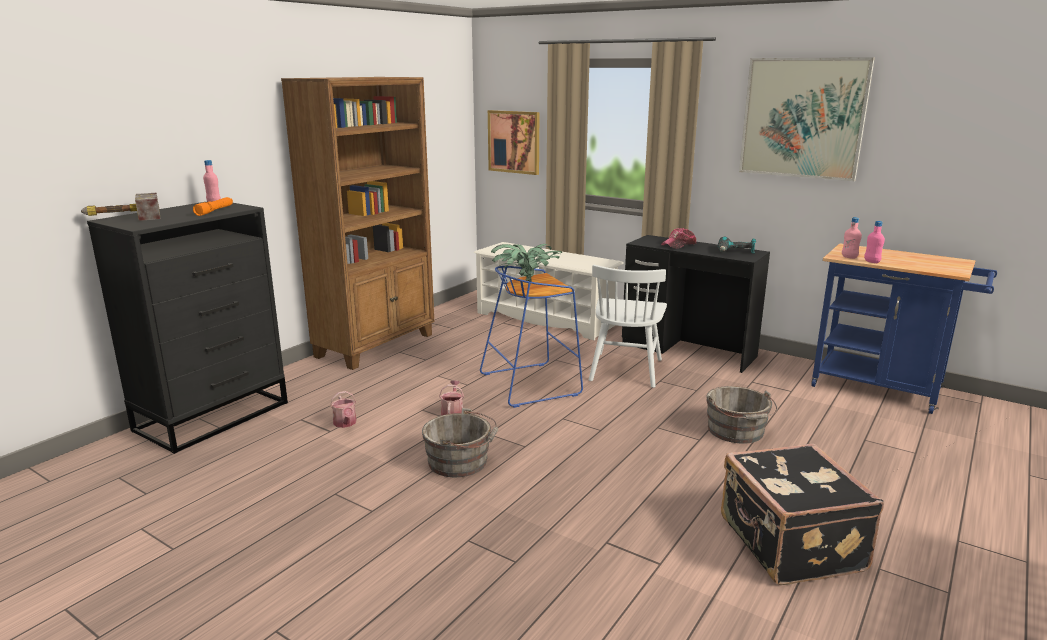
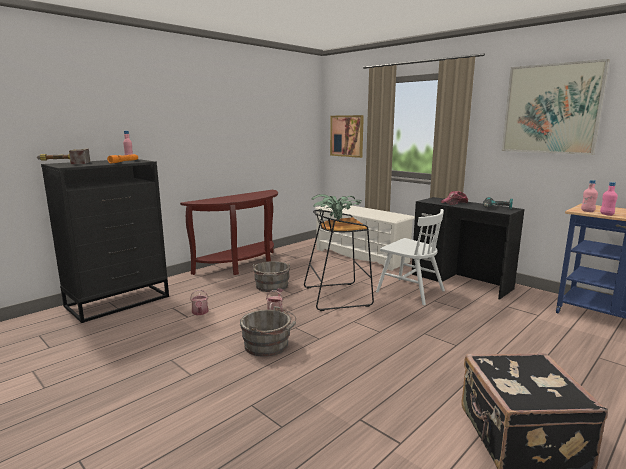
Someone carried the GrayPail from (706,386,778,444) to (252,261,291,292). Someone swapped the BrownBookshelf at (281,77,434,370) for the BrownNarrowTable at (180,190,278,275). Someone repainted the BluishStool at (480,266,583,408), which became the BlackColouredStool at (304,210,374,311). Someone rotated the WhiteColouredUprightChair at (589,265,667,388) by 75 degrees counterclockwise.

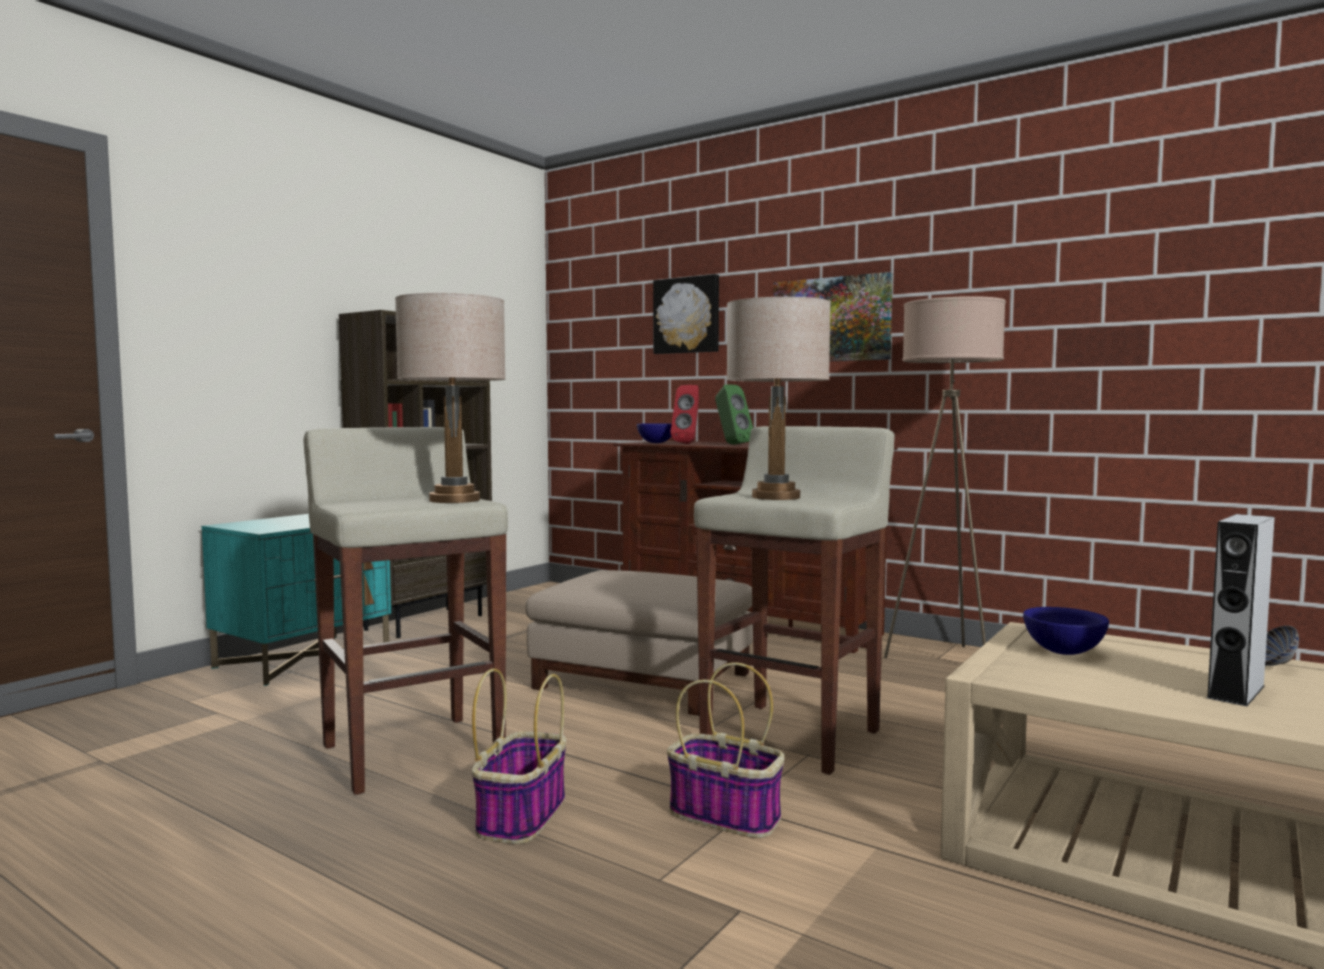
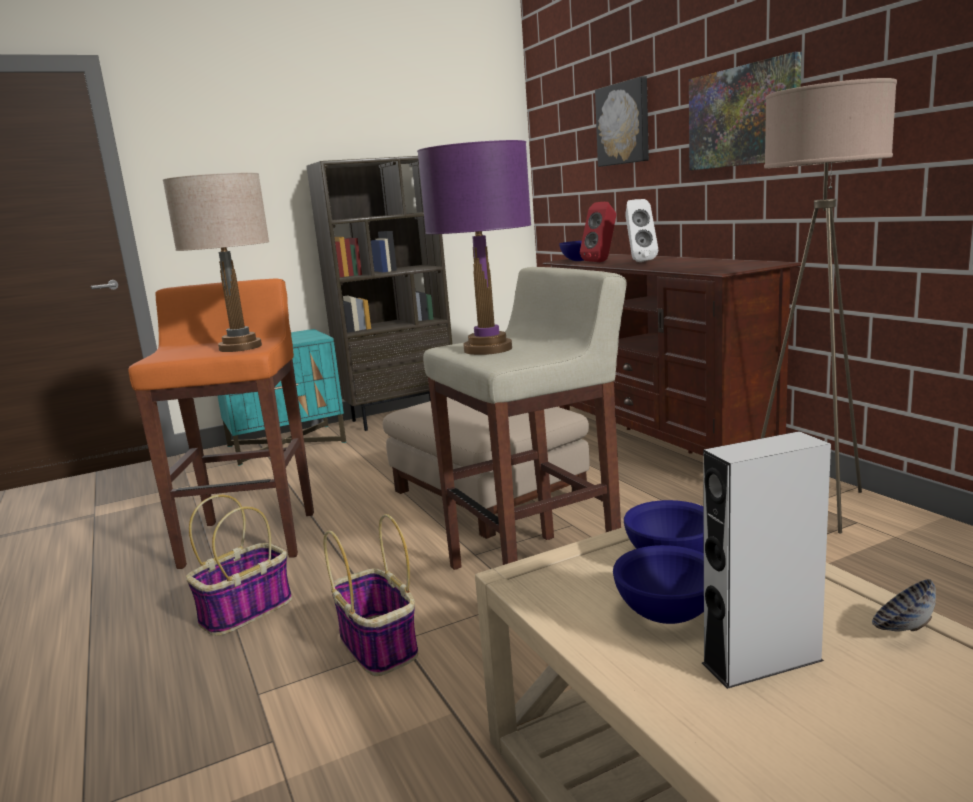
Someone put down the BluishServingBowl at (613,545,704,624). Someone repainted the SandColouredStool at (303,427,508,795), which became the OrangeyStool at (128,279,314,569). Someone repainted the GreenColouredAudioSpeaker at (715,384,753,444), which became the WhiteColouredAudioSpeaker at (625,199,658,262). Someone repainted the SandColouredLampForATable at (727,297,831,500), which became the PurpleLampForATable at (417,140,531,355).

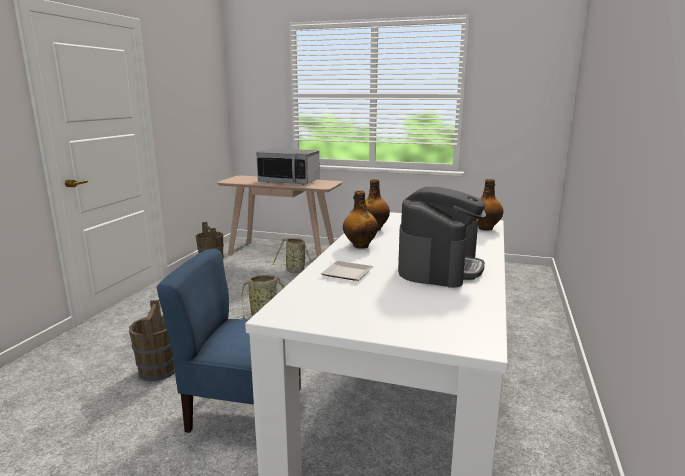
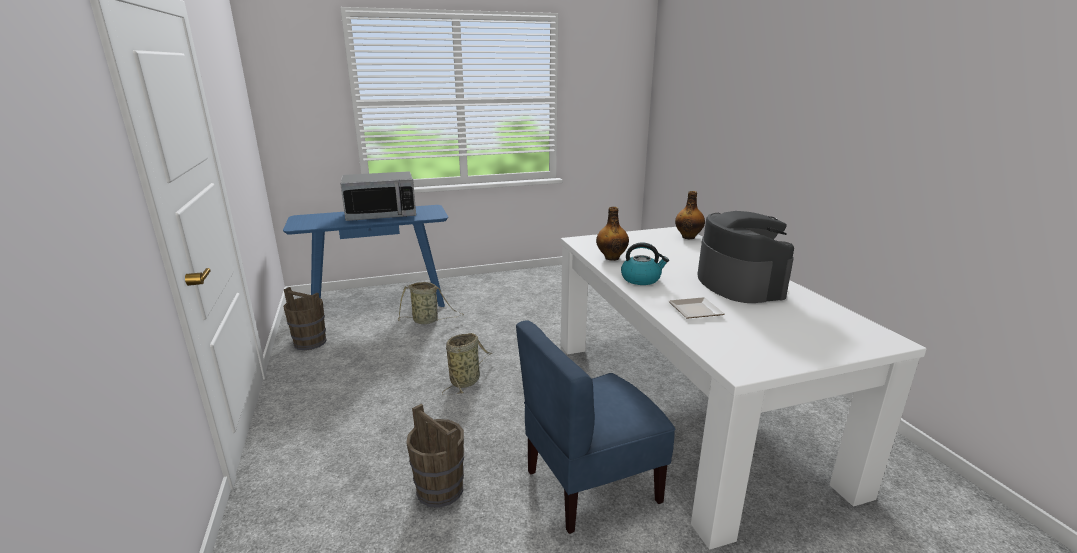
Someone swapped the BeverageBottle at (343,190,378,249) for the TeaKettle at (621,243,669,285). Someone repainted the SandColouredNarrowTable at (217,176,343,257), which became the BluishNarrowTable at (283,205,448,307).

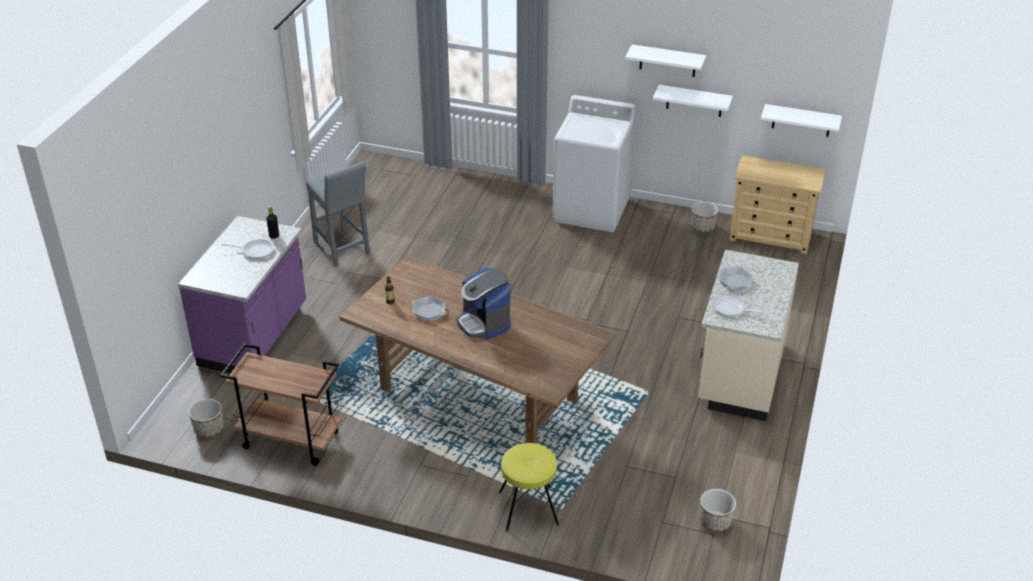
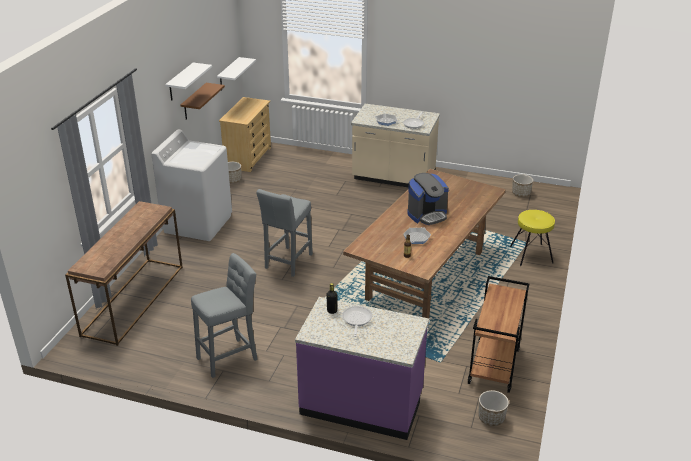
Someone put down the BrownNarrowTable at (65,201,183,346). Someone put down the GrayStool at (256,189,313,277). Someone repainted the WhiteColouredShelf at (653,85,733,117), which became the BrownShelf at (180,83,225,120).

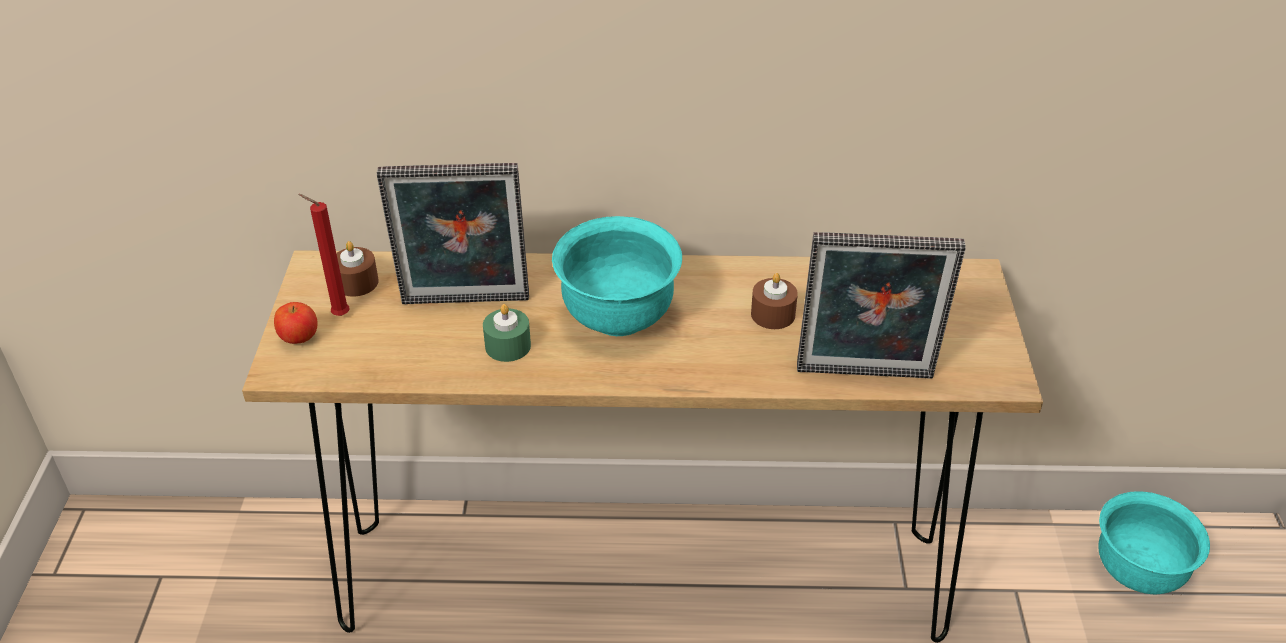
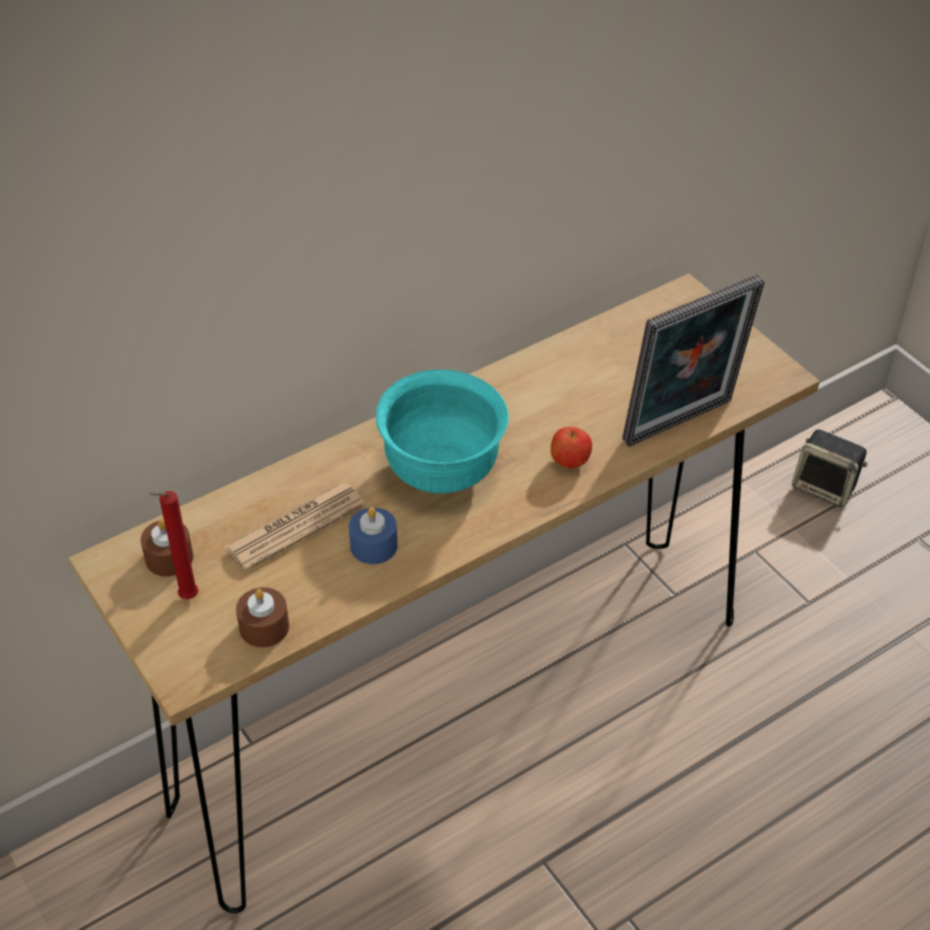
Someone carried the Apple from (274,302,318,344) to (551,427,592,468). Someone carried the BrownCandle from (751,273,798,329) to (236,587,289,647). Someone swapped the StandingFrame at (377,163,529,304) for the DailyPaper at (225,483,365,571). Someone swapped the BlueGreenServingBowl at (1098,491,1210,594) for the AudioSpeaker at (792,429,868,507). Someone repainted the GreenColouredCandle at (483,304,531,362), which became the BluishCandle at (349,507,398,564).

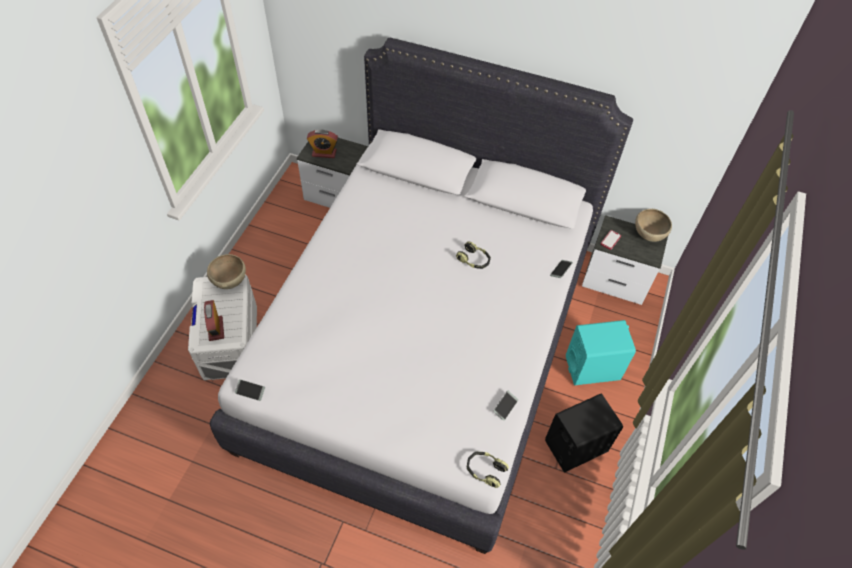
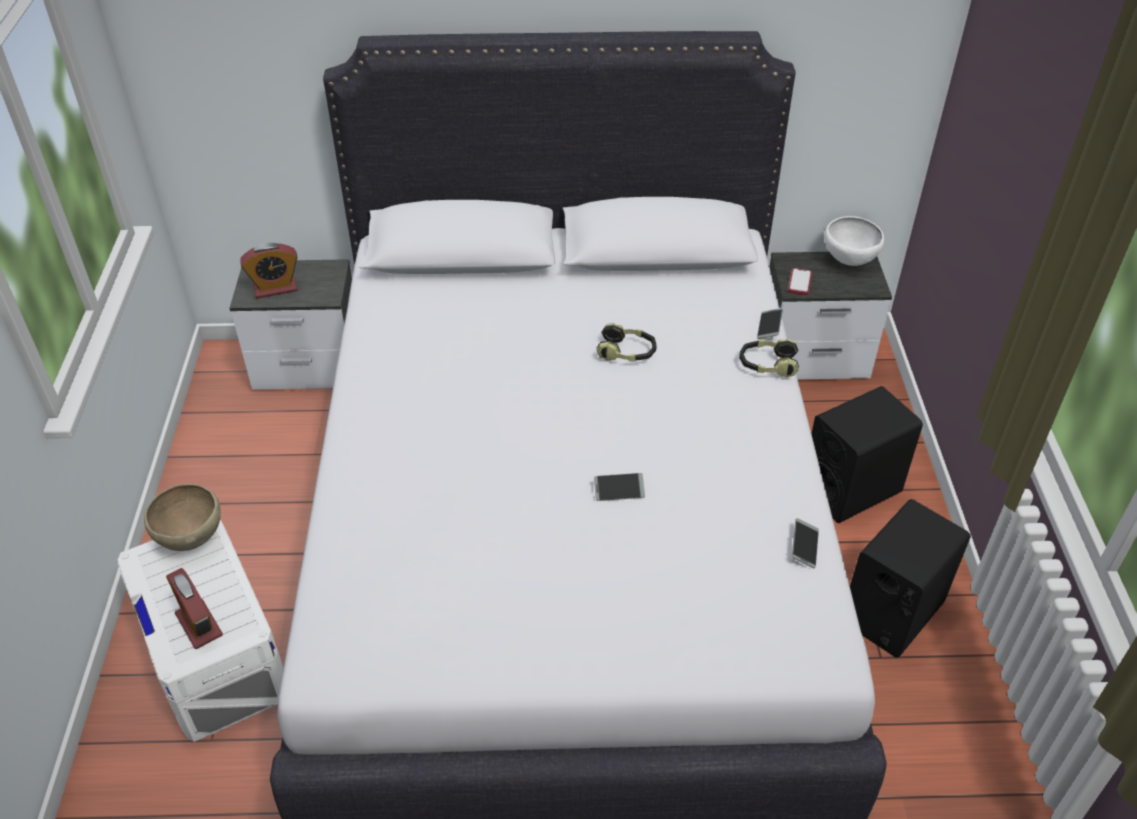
Someone carried the Phone from (235,379,265,401) to (594,473,645,501). Someone carried the PairOfHeadphones from (467,452,509,488) to (739,339,799,378). Someone repainted the BlueGreenAudioSpeaker at (566,320,636,385), which became the BlackColouredAudioSpeaker at (811,386,923,523). Someone repainted the BrownServingBowl at (635,209,672,242), which became the WhiteColouredServingBowl at (825,216,884,266).

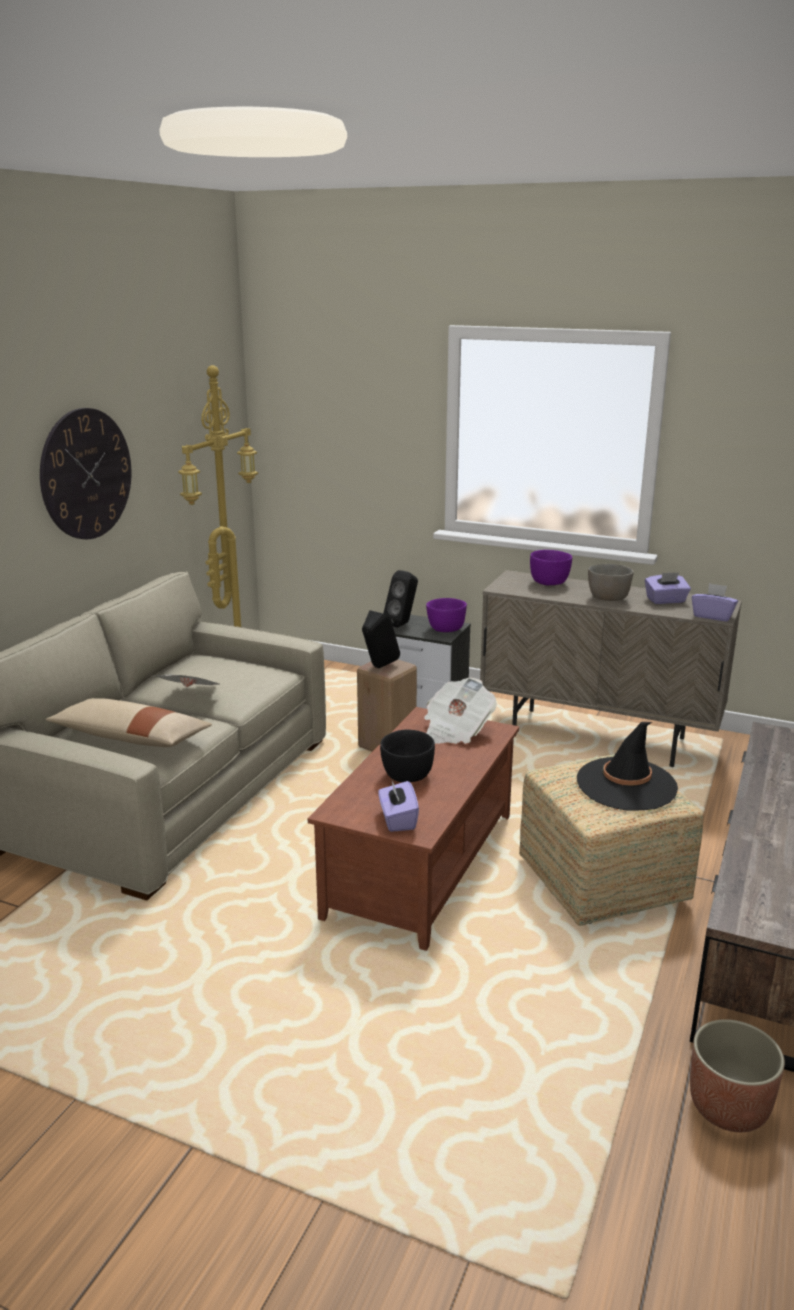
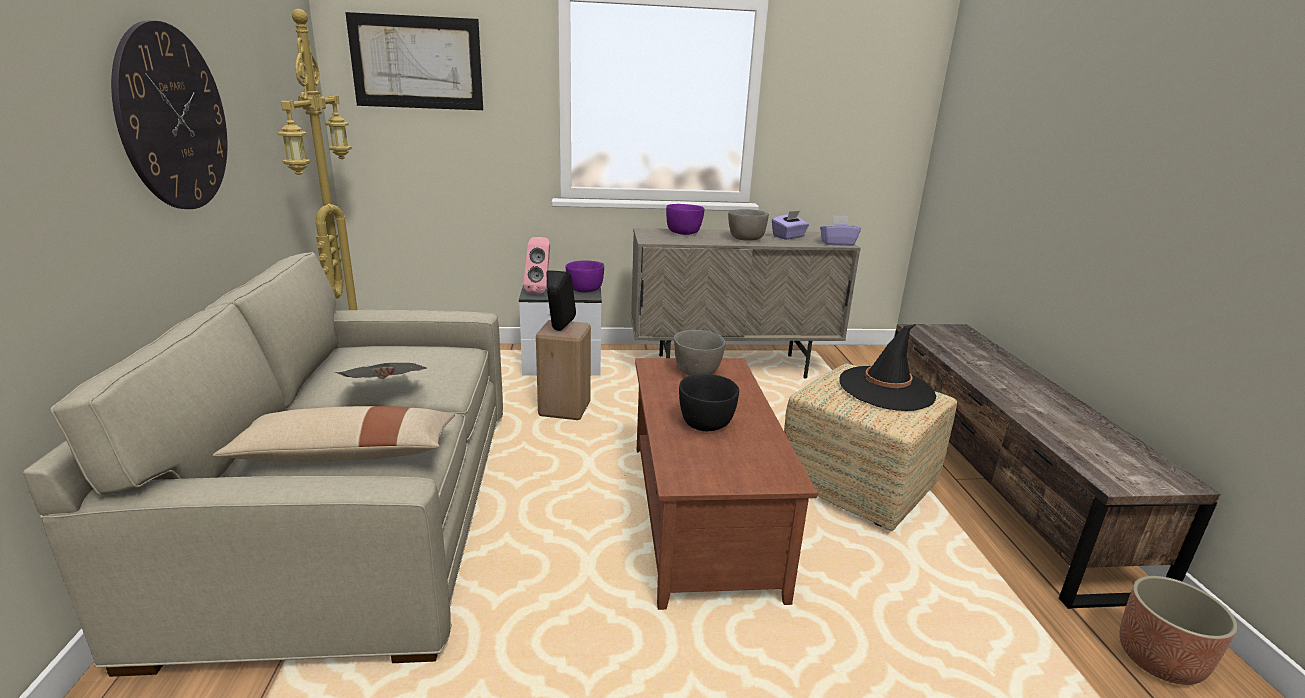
Someone took away the PurpleTissueHolder at (378,778,419,832). Someone put up the Picture at (345,12,483,110). Someone swapped the DailyPaper at (424,678,497,744) for the GrayServingBowl at (674,330,725,376). Someone repainted the BlackColouredAudioSpeaker at (383,570,418,628), which became the PinkishAudioSpeaker at (524,237,550,294).

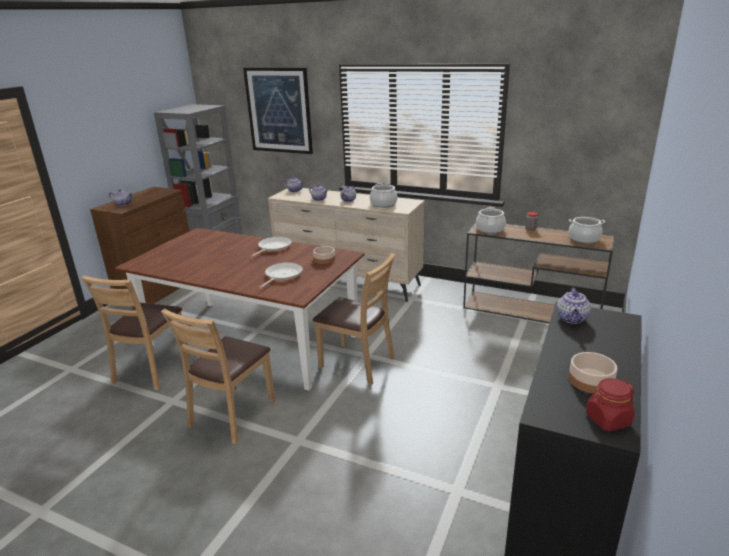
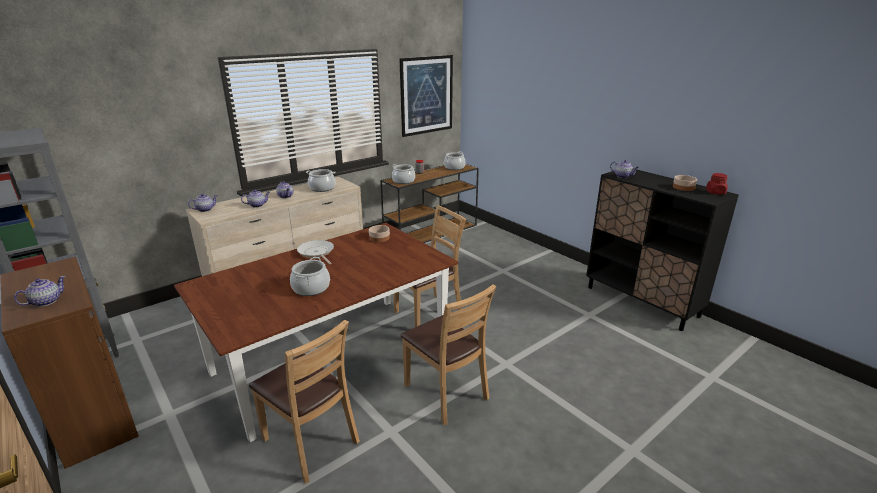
Someone took away the Skillet at (259,262,303,288). Someone put down the CookingPot at (290,257,330,296). Someone carried the Picture from (243,67,313,154) to (399,55,453,137).

